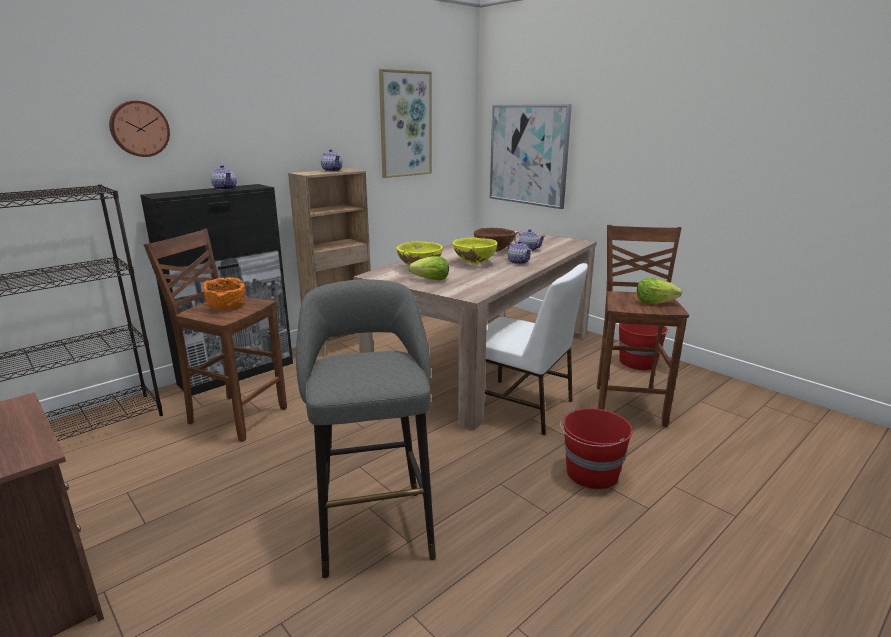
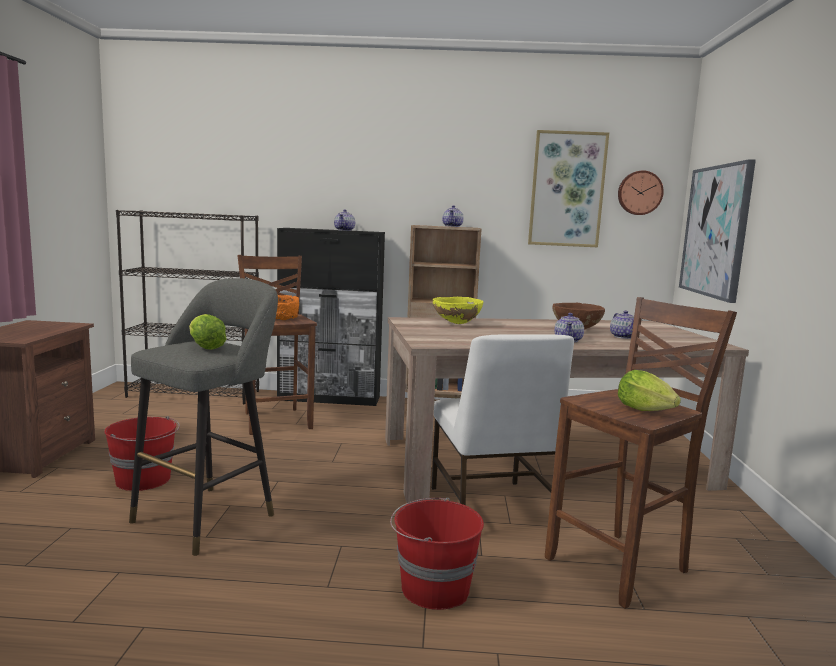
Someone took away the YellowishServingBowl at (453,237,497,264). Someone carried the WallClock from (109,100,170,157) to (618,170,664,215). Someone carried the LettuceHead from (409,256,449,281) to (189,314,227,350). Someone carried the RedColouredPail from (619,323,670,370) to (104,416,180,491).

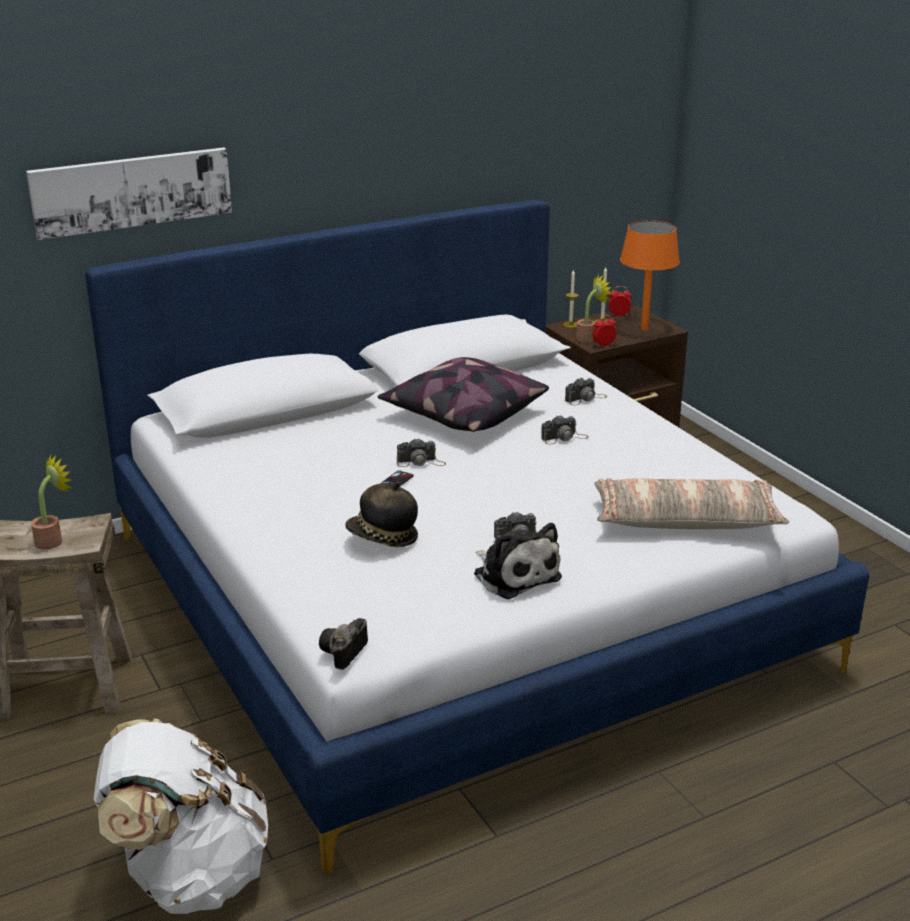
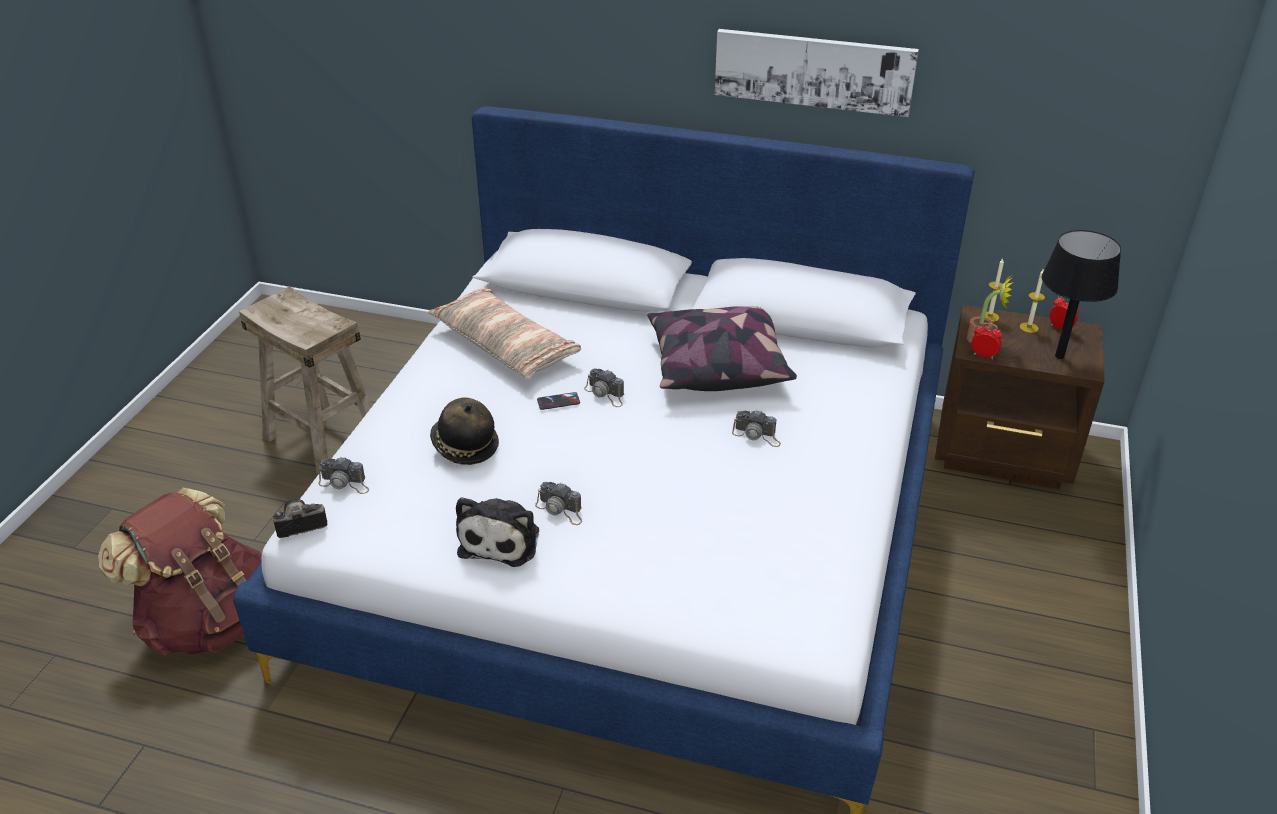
Someone took away the Houseplant at (31,453,72,550). Someone carried the Picture from (26,148,232,240) to (715,29,919,117). Someone carried the StillCamera from (565,377,607,405) to (318,457,369,494). Someone carried the ThrowPillow from (595,478,790,529) to (428,287,581,380). Someone repainted the WhiteColouredKnapsack at (94,719,268,914), which became the BrownKnapsack at (98,488,262,655). Someone repainted the OrangeyLampForATable at (620,220,680,330), which became the BlackColouredLampForATable at (1042,230,1121,359).

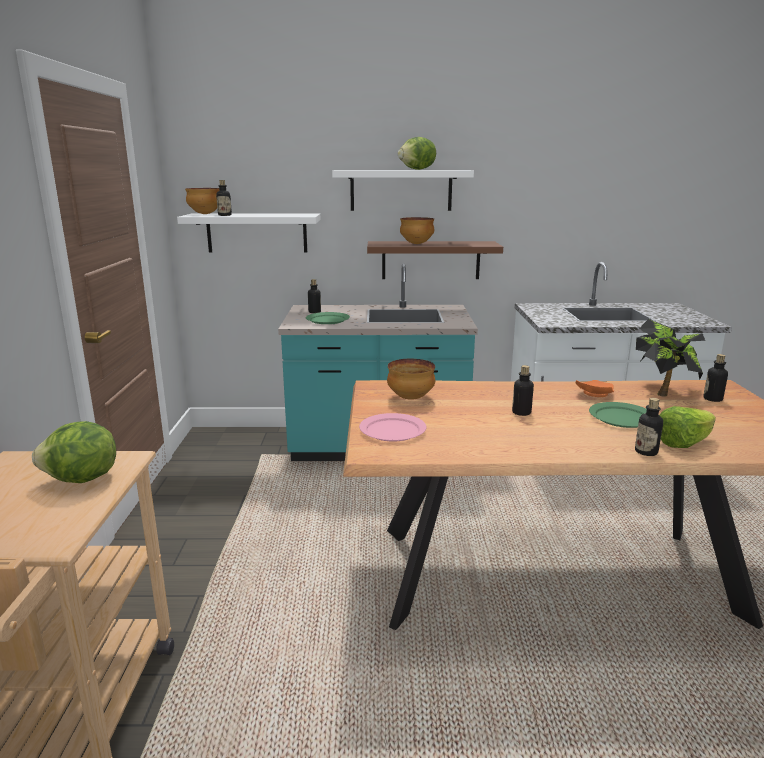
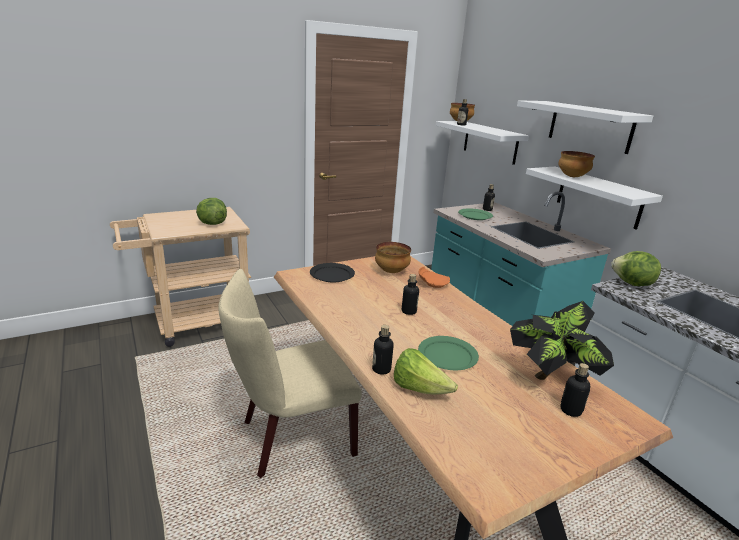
Someone put down the SandColouredUprightChair at (218,269,362,478). Someone carried the LettuceHead from (398,137,436,170) to (611,251,661,286). Someone carried the OrangeyFlatDish from (576,380,614,397) to (419,266,450,288). Someone repainted the PinkishFlatDish at (359,413,427,442), which became the BlackColouredFlatDish at (310,263,355,282). Someone repainted the BrownShelf at (367,241,503,279), which became the WhiteColouredShelf at (526,167,663,230).

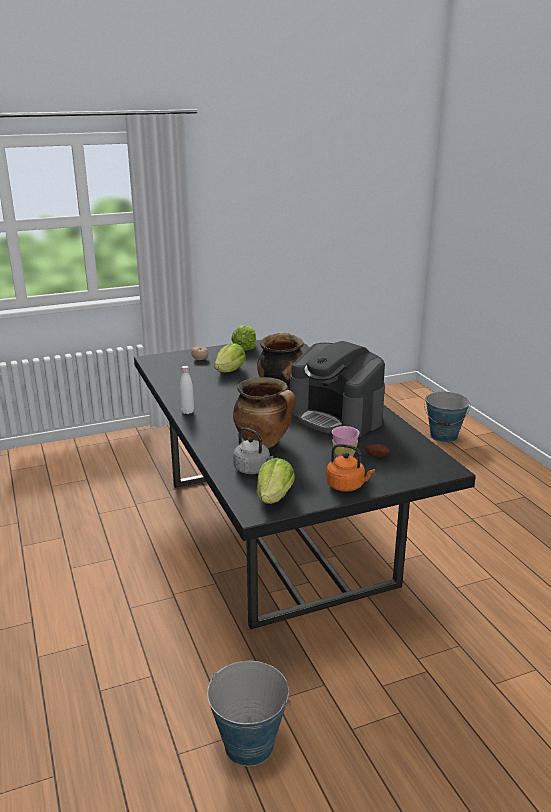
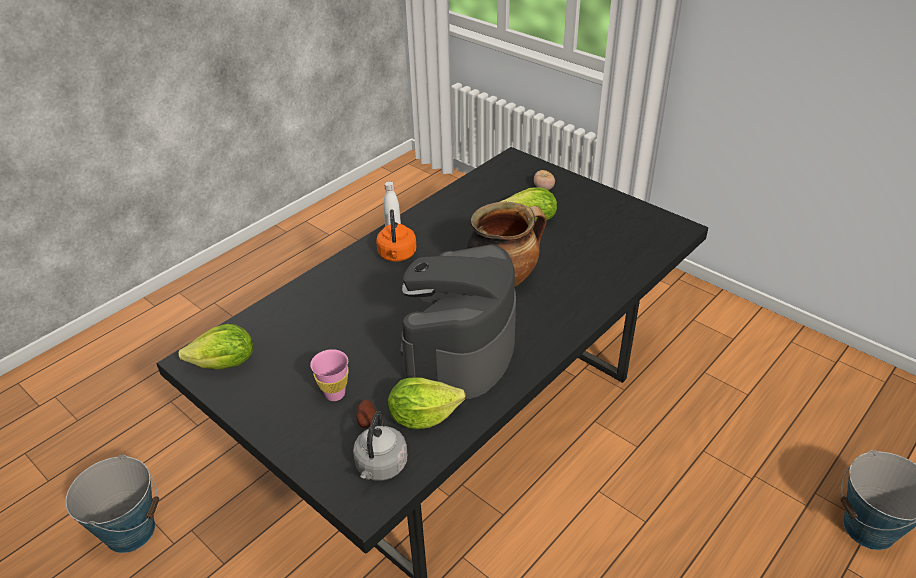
Someone took away the CookingPot at (233,377,296,448). Someone carried the LettuceHead from (231,325,257,351) to (388,377,466,429). Someone carried the GrayTeaKettle from (233,427,273,474) to (353,411,408,481). Someone carried the OrangeyTeaKettle from (326,444,375,492) to (376,209,417,262).

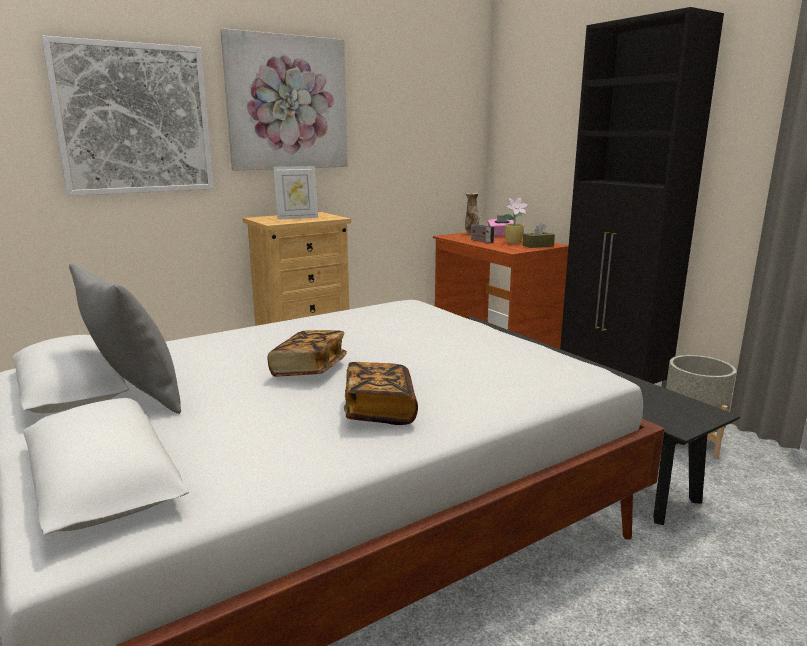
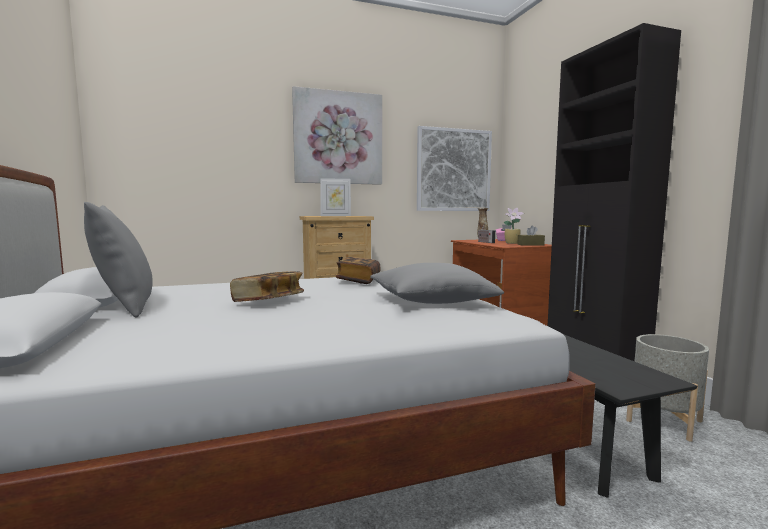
Someone put down the GrayThrowPillow at (370,263,504,304). Someone carried the Picture from (41,35,214,196) to (417,126,492,211). Someone carried the Volume from (344,362,418,425) to (336,257,380,284).

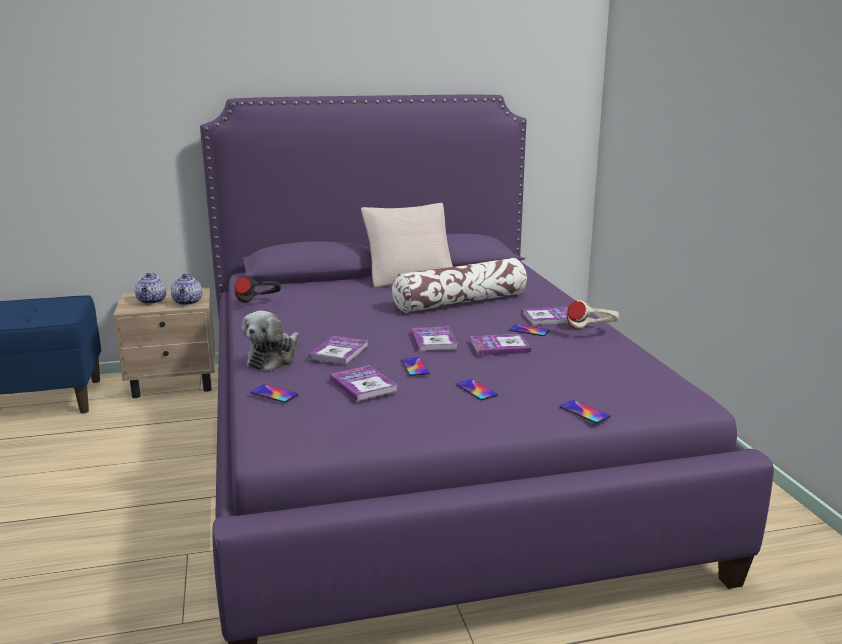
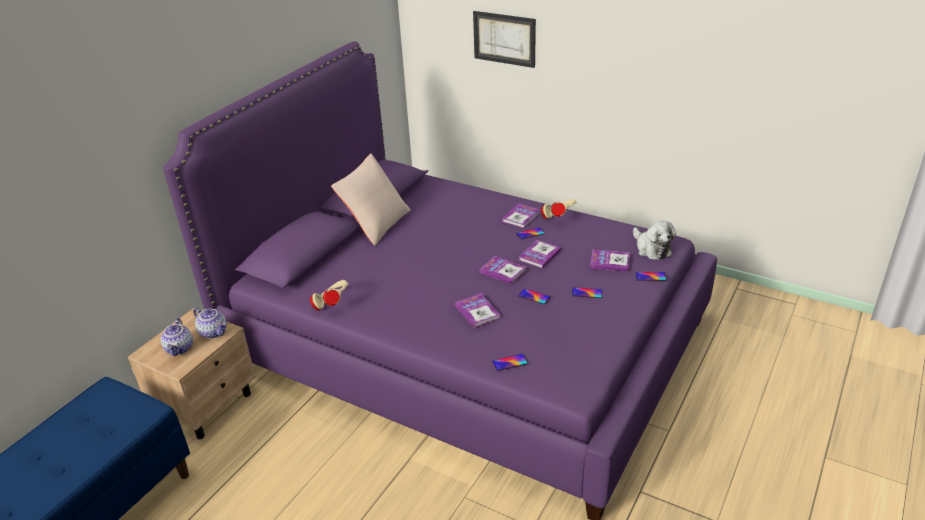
Someone took away the ThrowPillow at (392,258,527,313). Someone put up the Picture at (473,11,536,68). Someone carried the SoftToy from (242,311,299,372) to (633,221,676,260). Someone carried the Volume from (330,365,398,401) to (590,250,630,272). Someone repainted the BlackColouredPairOfHeadphones at (235,276,281,303), which became the SandColouredPairOfHeadphones at (310,280,348,310). Someone rotated the Teapot at (135,273,166,304) by 45 degrees clockwise.

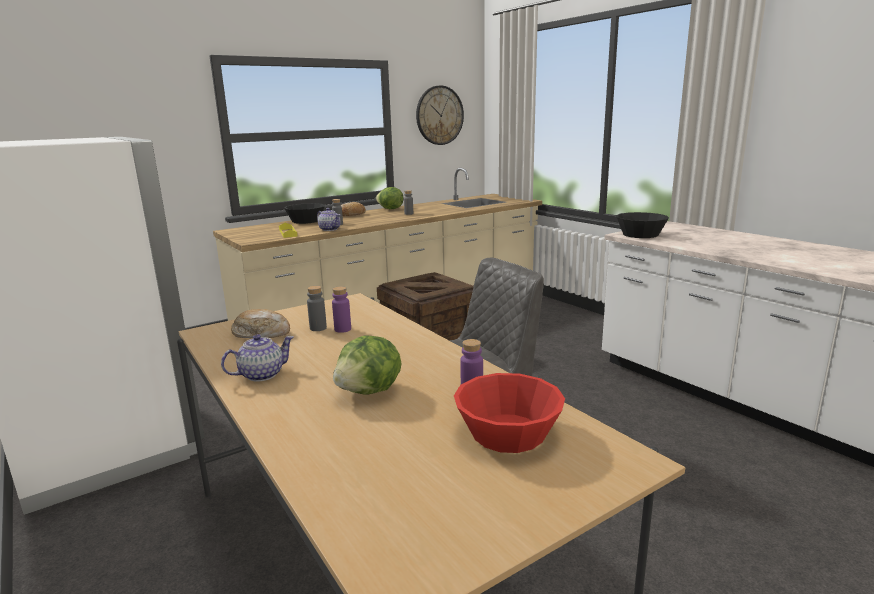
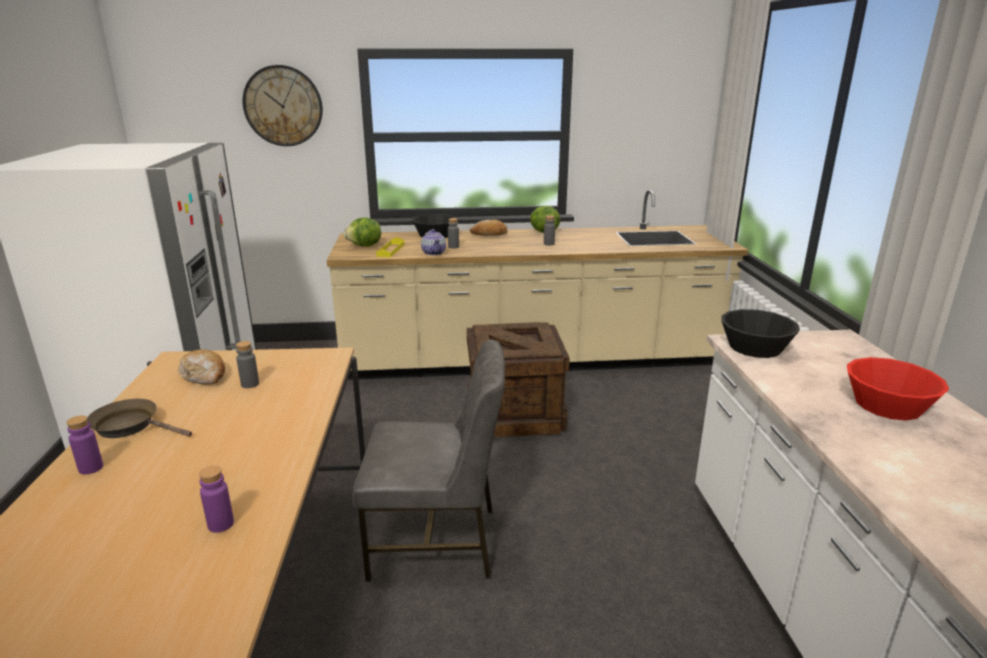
Someone carried the PurpleBeverageBottle from (332,286,351,333) to (66,415,103,475). Someone carried the LettuceHead from (333,335,401,395) to (344,217,381,247). Someone carried the WallClock from (416,85,464,145) to (243,65,323,146). Someone carried the RedColouredServingBowl from (454,373,565,453) to (847,357,949,421). Someone swapped the Teapot at (221,334,294,382) for the BrownSkillet at (87,399,192,438).

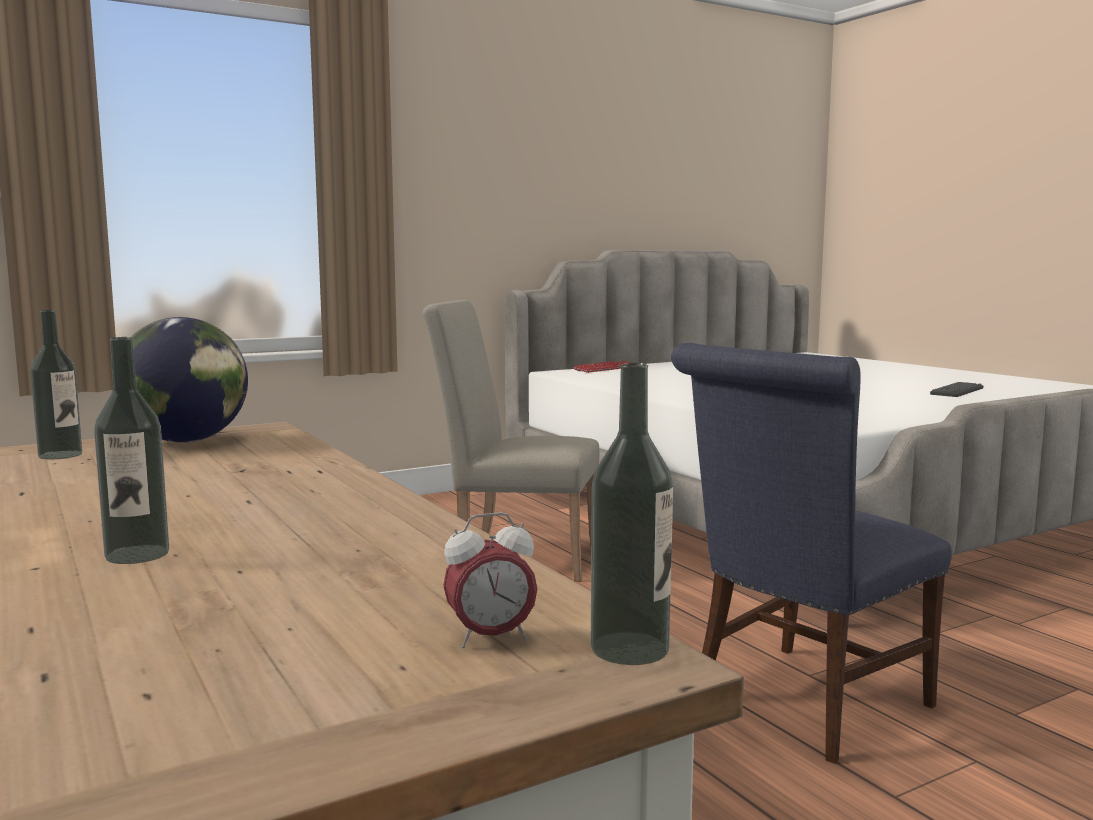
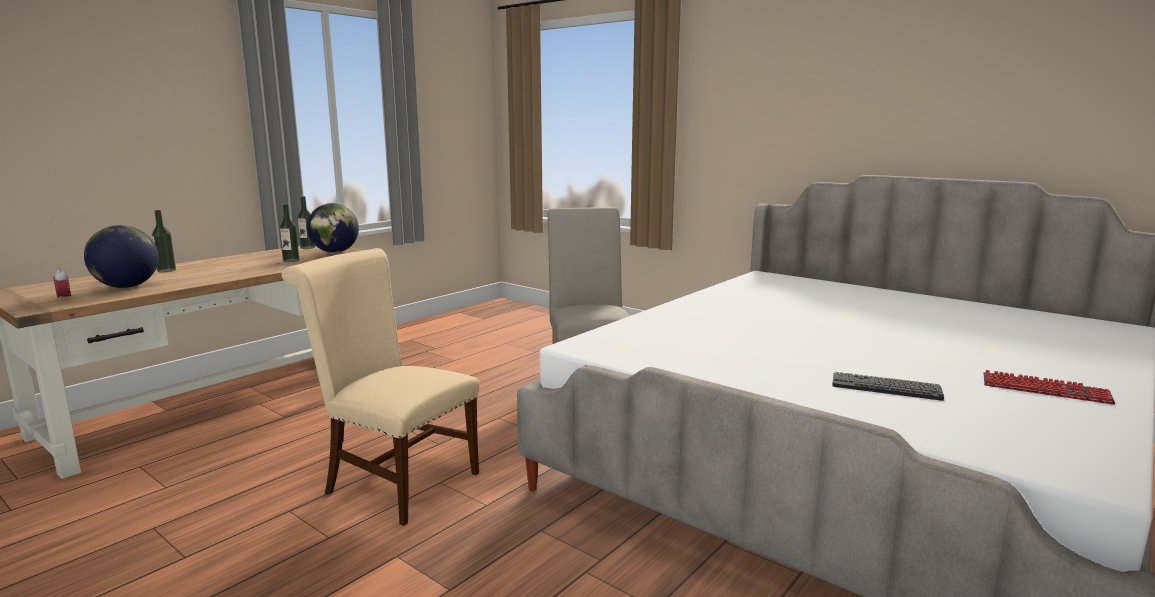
Someone put down the WorldGlobe at (84,225,159,288). Someone carried the PcKeyboard from (573,361,630,373) to (983,370,1115,405). Someone carried the BeverageBottle from (591,363,673,665) to (279,204,299,262). Someone repainted the BluishUprightChair at (671,343,952,764), which became the SandColouredUprightChair at (282,248,480,526).

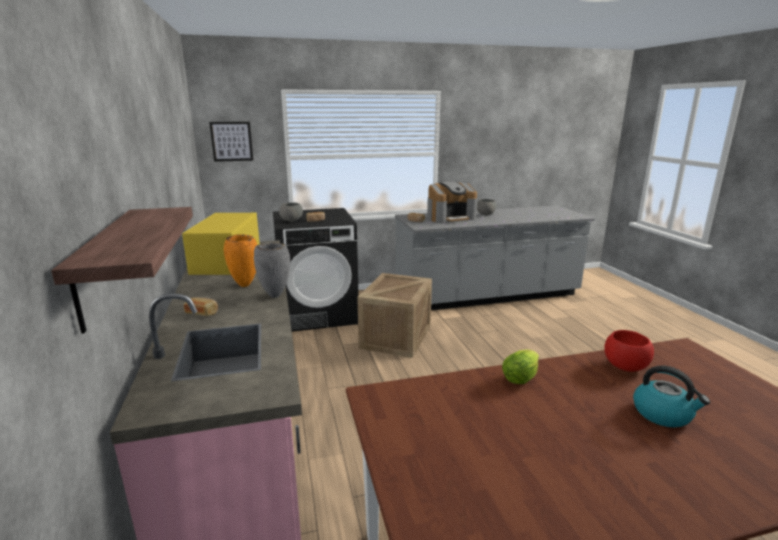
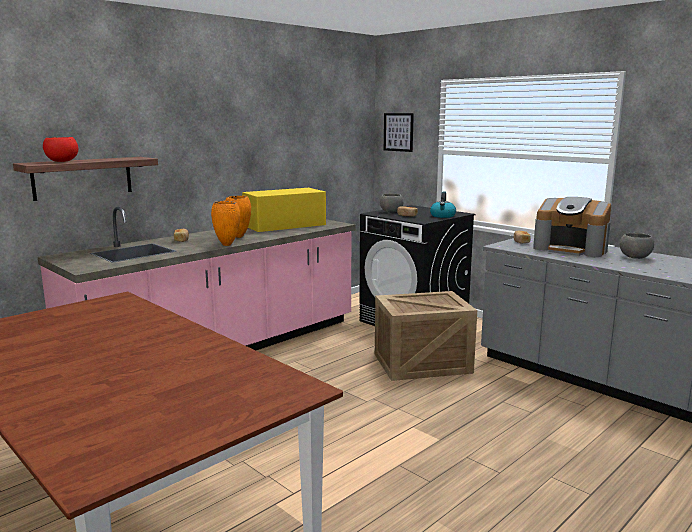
Someone took away the LettuceHead at (502,349,539,384). Someone carried the RedColouredServingBowl from (604,330,654,372) to (43,137,78,162). Someone carried the TeaKettle from (633,366,710,427) to (430,192,456,218). Someone repainted the GrayVase at (254,243,290,298), which became the OrangeyVase at (211,201,240,246).

